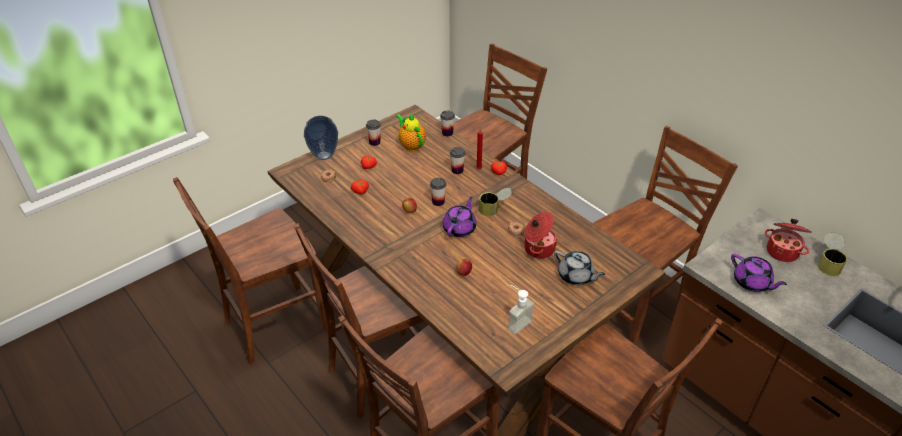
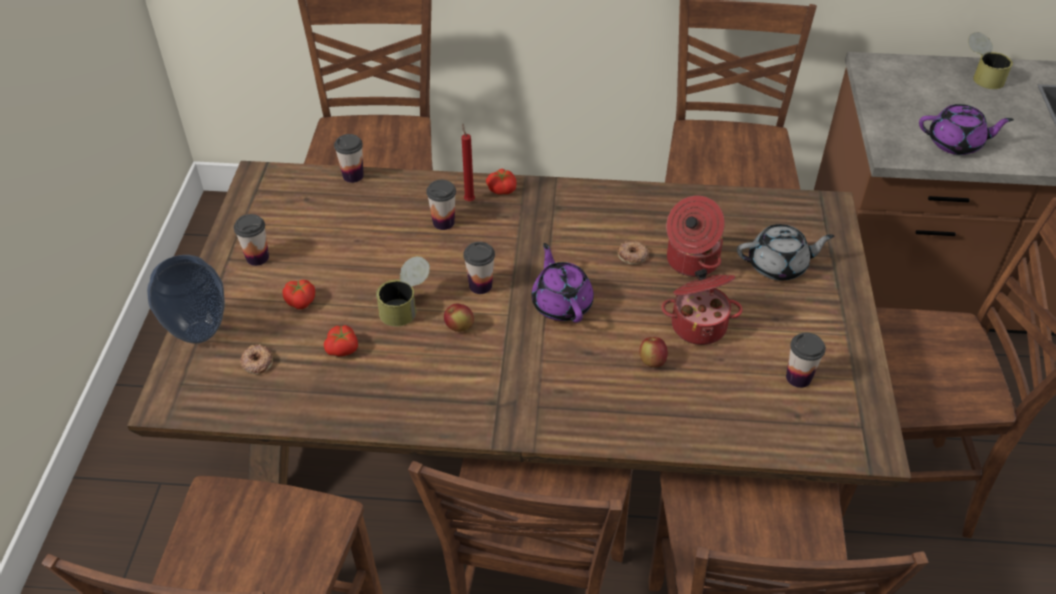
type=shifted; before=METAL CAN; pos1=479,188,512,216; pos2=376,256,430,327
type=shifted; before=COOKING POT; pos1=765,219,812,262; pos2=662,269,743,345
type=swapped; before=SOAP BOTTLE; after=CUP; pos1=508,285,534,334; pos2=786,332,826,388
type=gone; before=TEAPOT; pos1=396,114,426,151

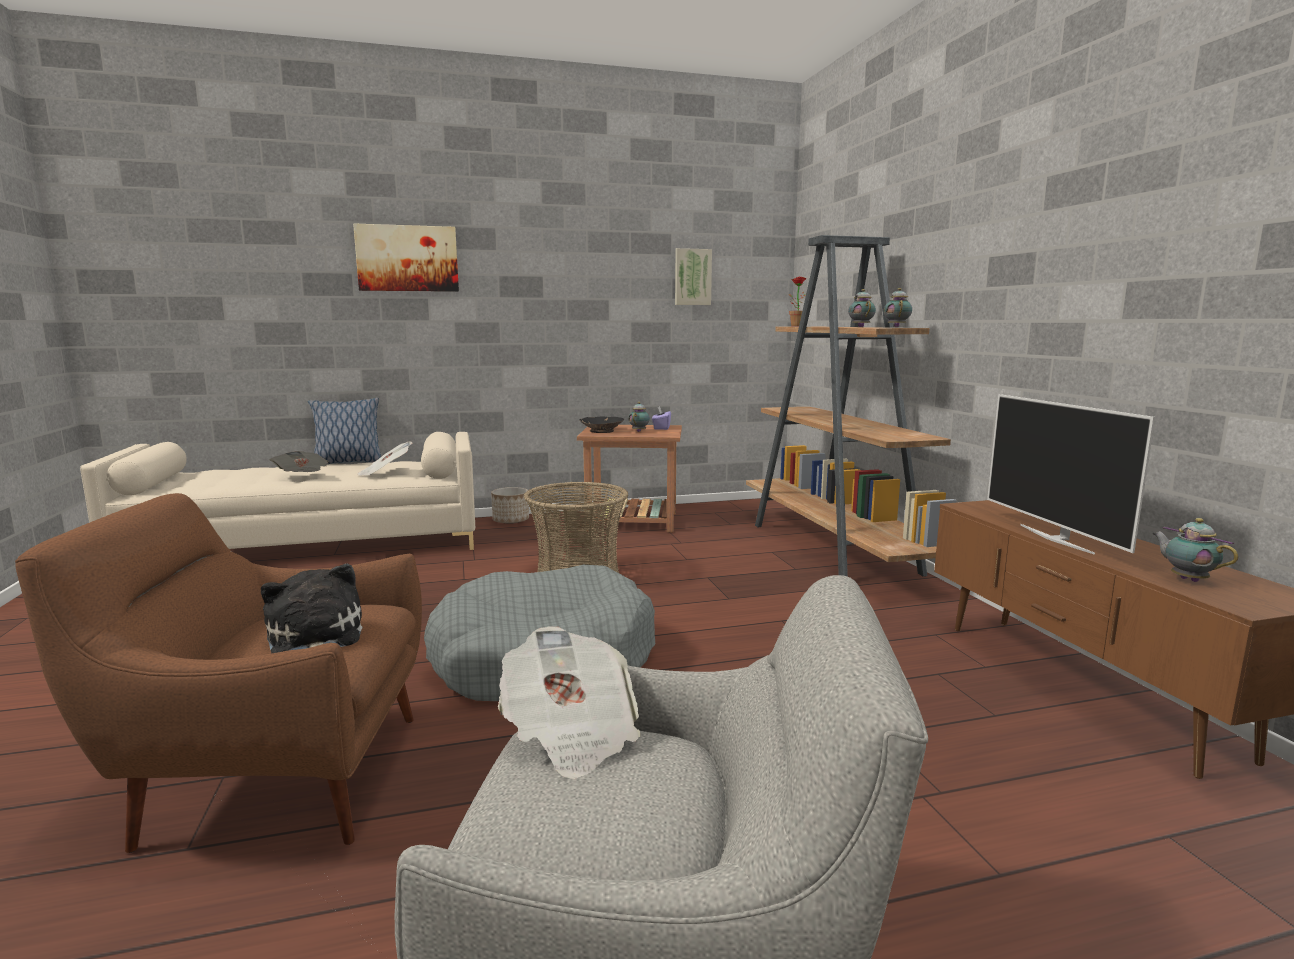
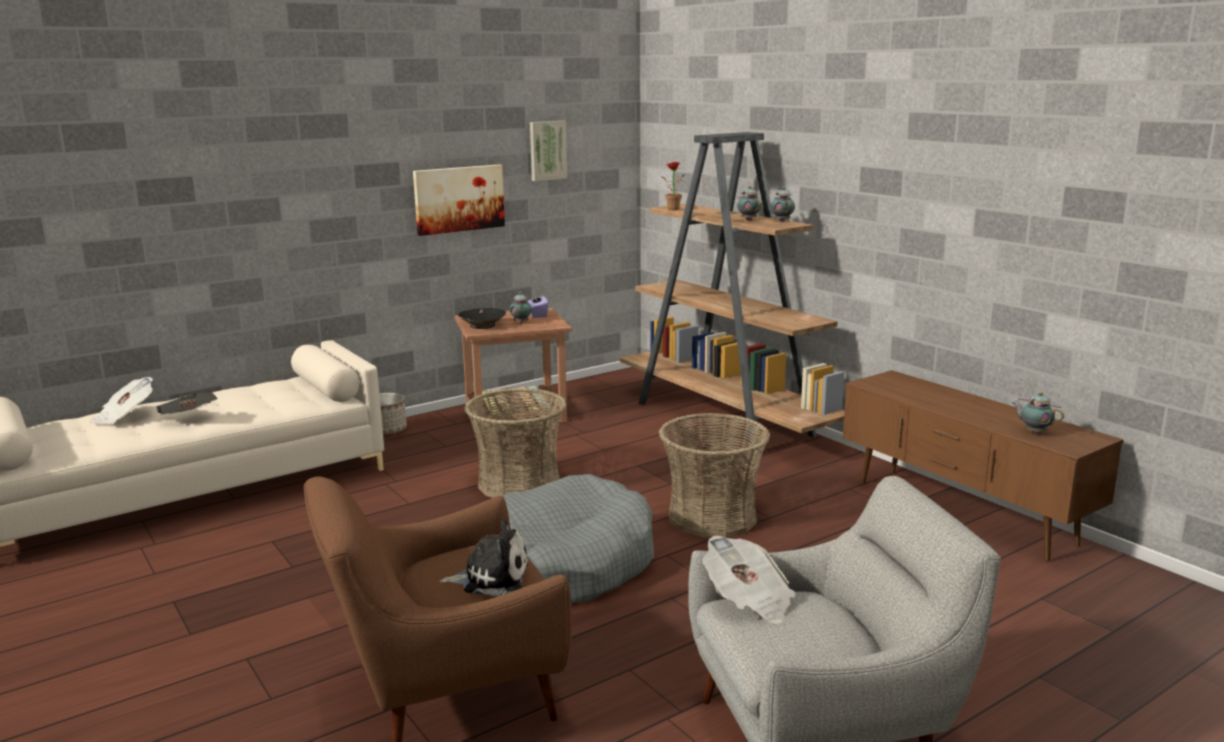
type=shifted; before=PRINTED PAPER; pos1=357,441,413,476; pos2=90,377,153,425
type=shifted; before=PICTURE; pos1=353,223,459,292; pos2=413,164,505,236
type=rotated; before=PLUSH TOY; pos1=261,564,362,654; pos2=440,520,528,596; turn=135
type=new; after=STORAGE BASKET; pos2=659,413,770,538
type=gone; before=CUSHION; pos1=308,398,381,465
type=gone; before=TV; pos1=987,394,1155,555

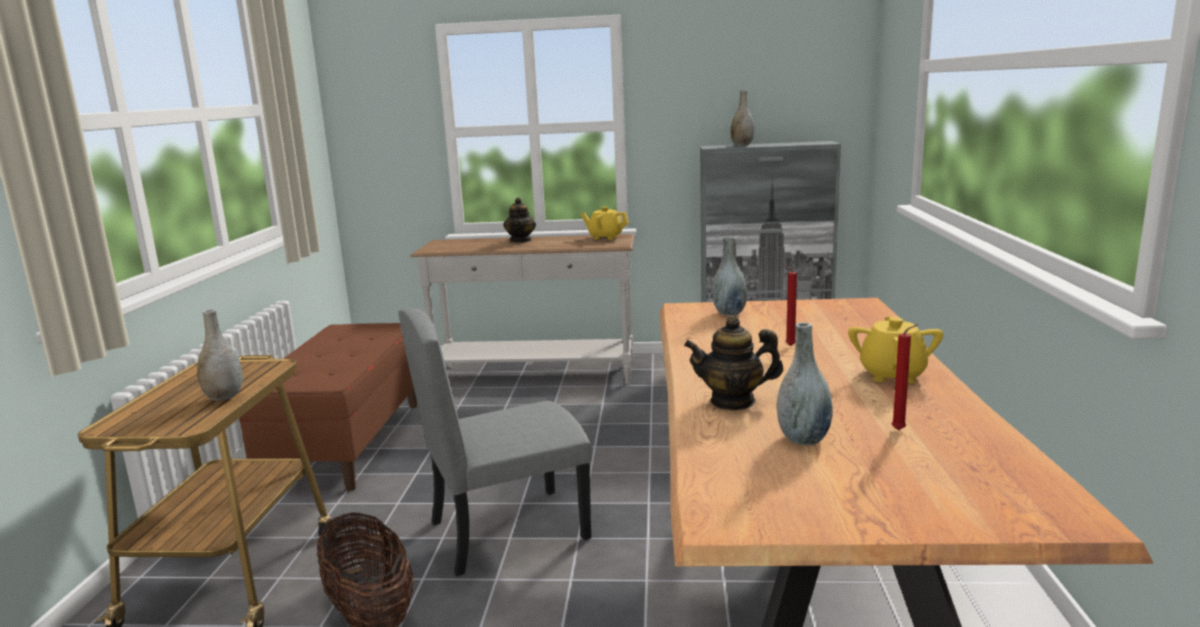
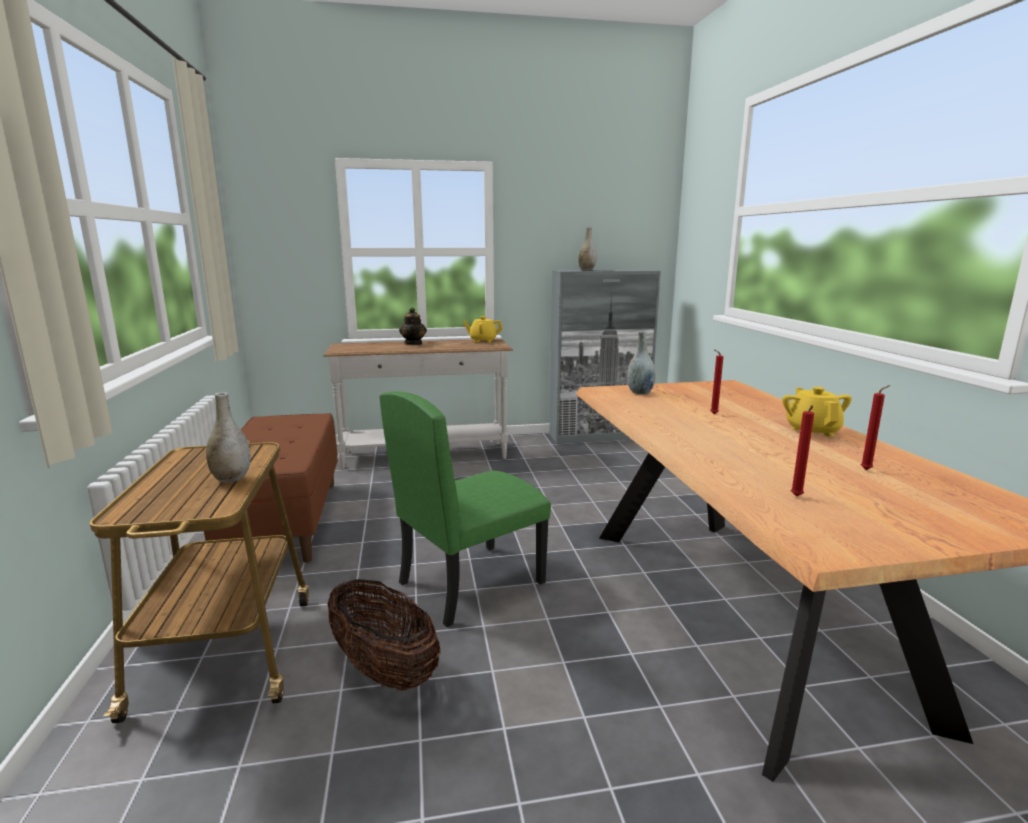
type=repainted; before=GREY PLAIN CHAIR; after=GREEN-COLOURED PLAIN CHAIR; pos1=398,308,592,576; pos2=379,391,551,627
type=new; after=RED-COLOURED CANDLE; pos2=791,405,814,497
type=gone; before=TEAPOT; pos1=684,316,783,410
type=gone; before=GREY FLOWER VASE; pos1=777,322,833,446

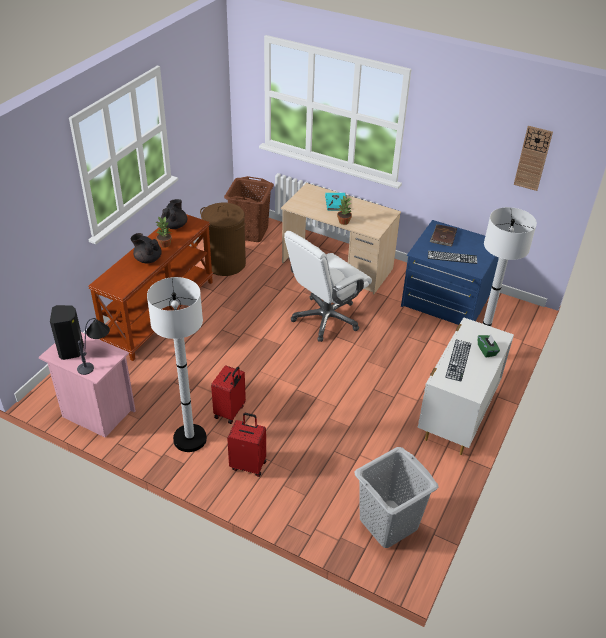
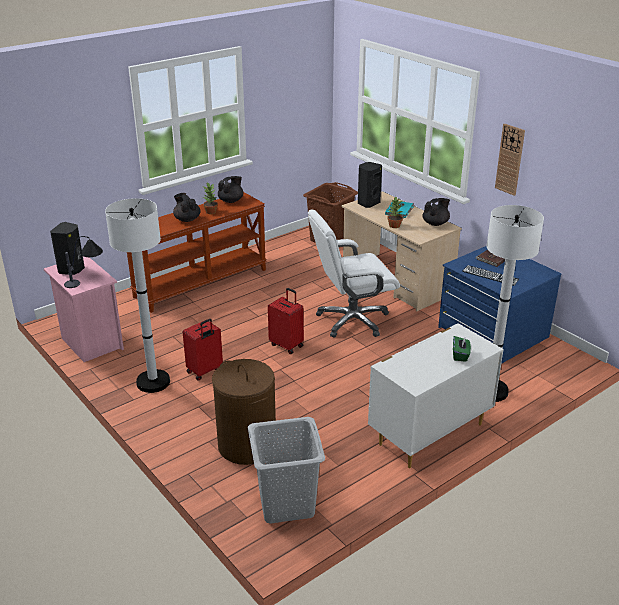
type=shifted; before=BROWN-COLOURED LAUNDRY BASKET; pos1=200,203,246,276; pos2=212,359,276,465
type=shifted; before=RED-COLOURED TRAVEL CASE; pos1=227,413,266,477; pos2=268,288,304,354
type=new; after=BLACK AUDIO SPEAKER; pos2=358,162,382,208
type=new; after=BLACK TEAPOT; pos2=422,198,450,226
type=shifted; before=CLOCK ON THE WALL; pos1=514,126,553,191; pos2=495,124,525,196
type=gone; before=KEYBOARD; pos1=445,340,471,381

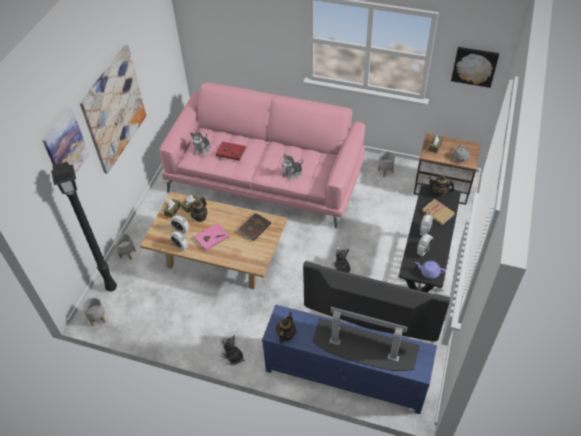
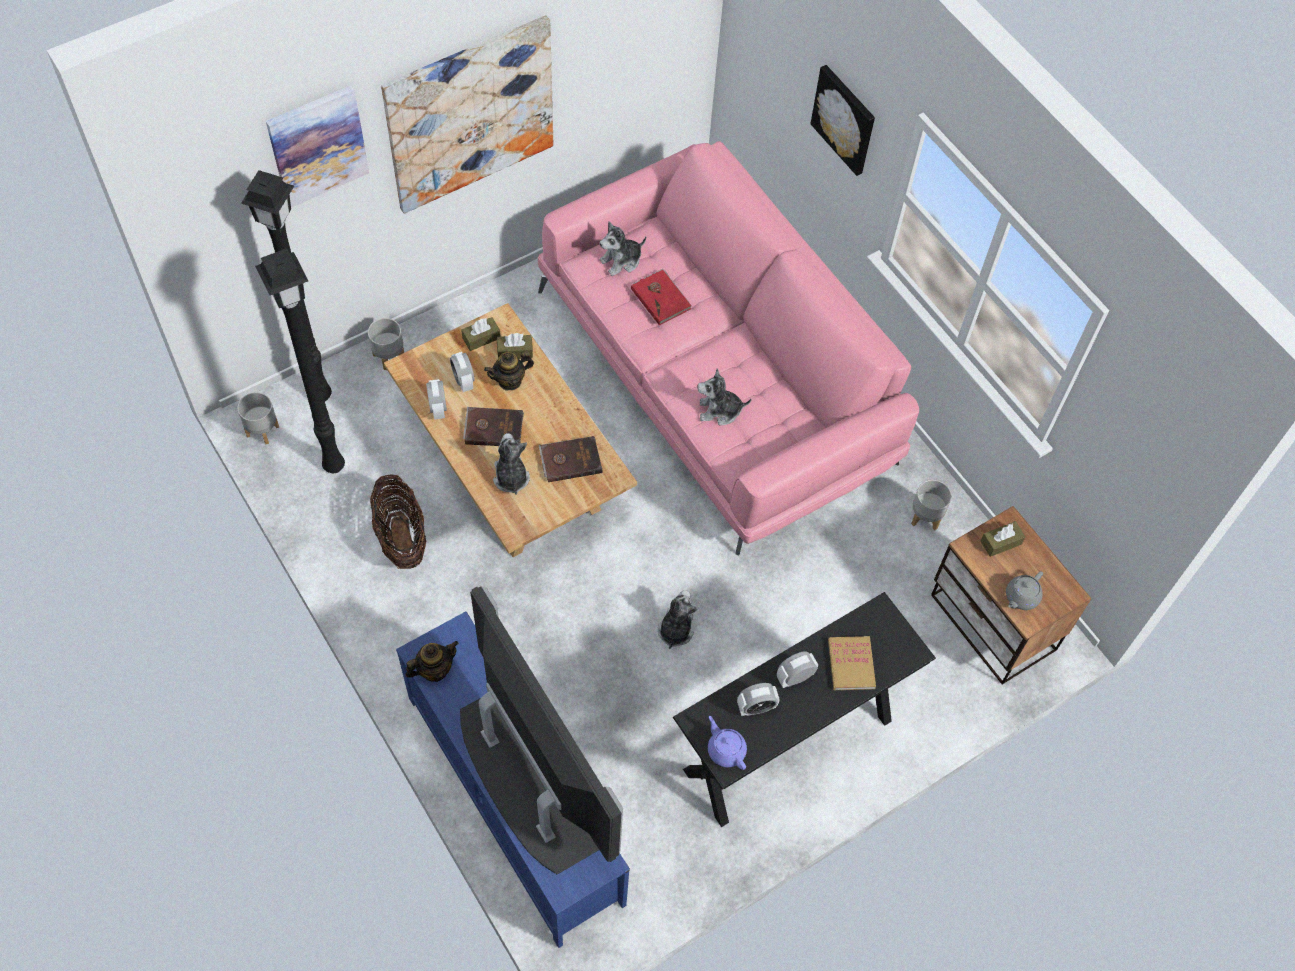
type=new; after=BLACK STANDARD LAMP; pos2=255,248,345,473
type=new; after=STORAGE BASKET; pos2=370,474,426,569
type=repainted; before=PINK-COLOURED BOUND BOOK; after=BROWN-COLOURED BOUND BOOK; pos1=194,223,229,251; pos2=463,407,524,446
type=shifted; before=PLUSH TOY; pos1=220,335,245,366; pos2=493,433,530,495
type=shifted; before=PICTURE; pos1=451,47,499,88; pos2=811,65,875,176
type=gone; before=TEAPOT; pos1=429,175,455,198

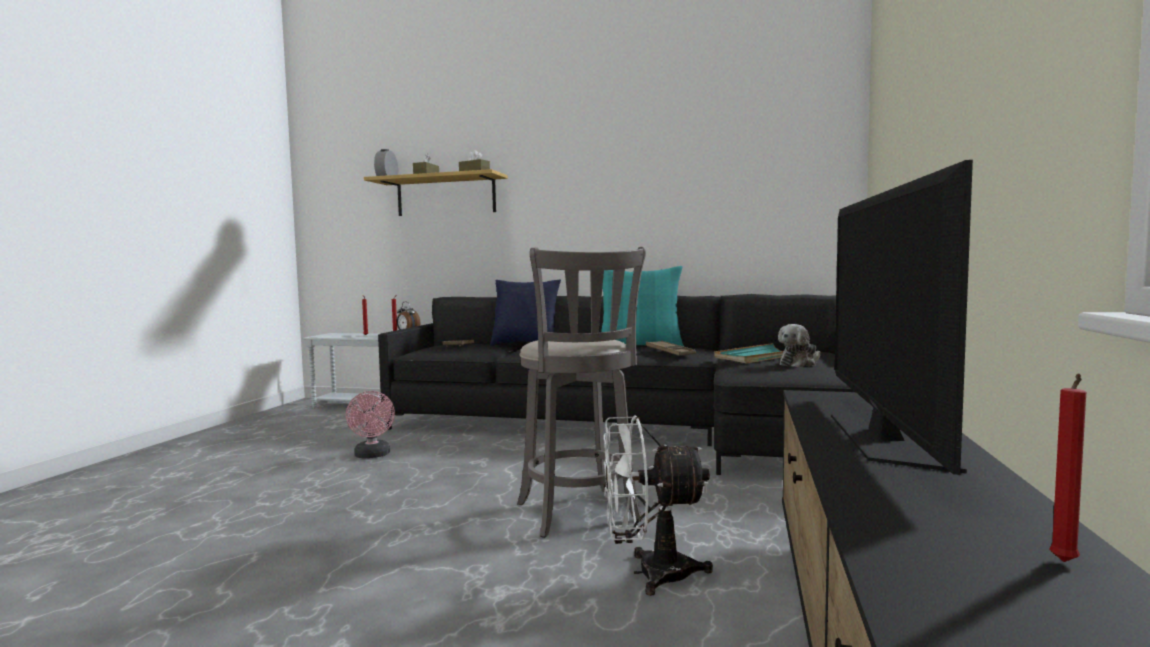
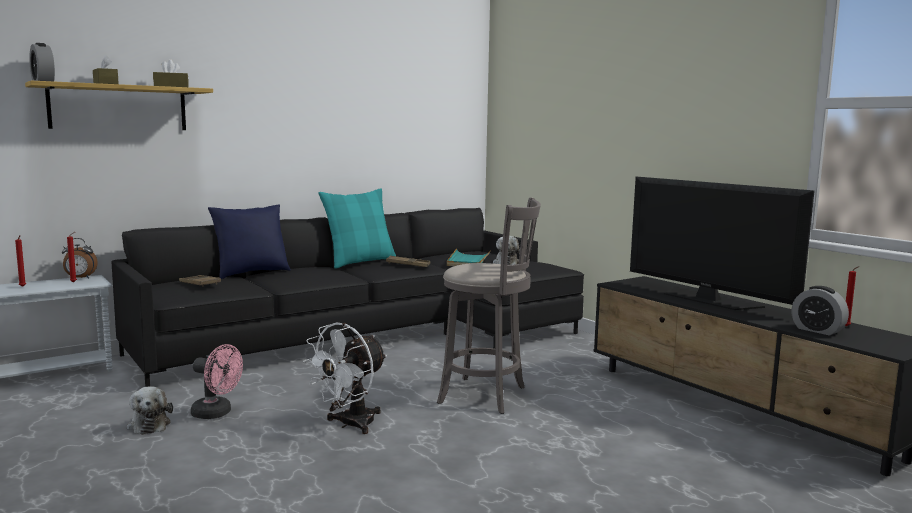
type=new; after=PLUSH TOY; pos2=127,386,173,435
type=shifted; before=WHITE ELECTRIC FAN; pos1=603,415,713,596; pos2=303,323,387,434
type=new; after=ALARM CLOCK; pos2=791,286,849,335

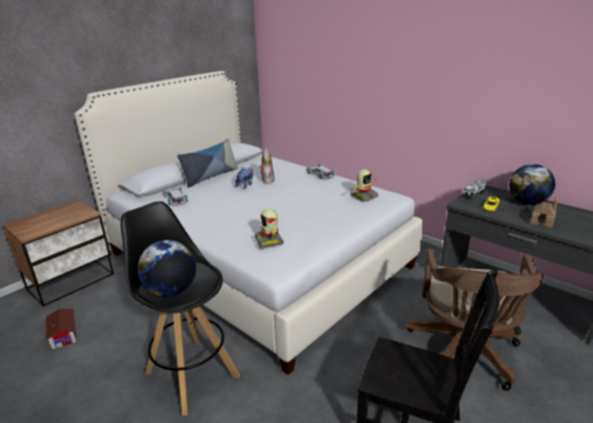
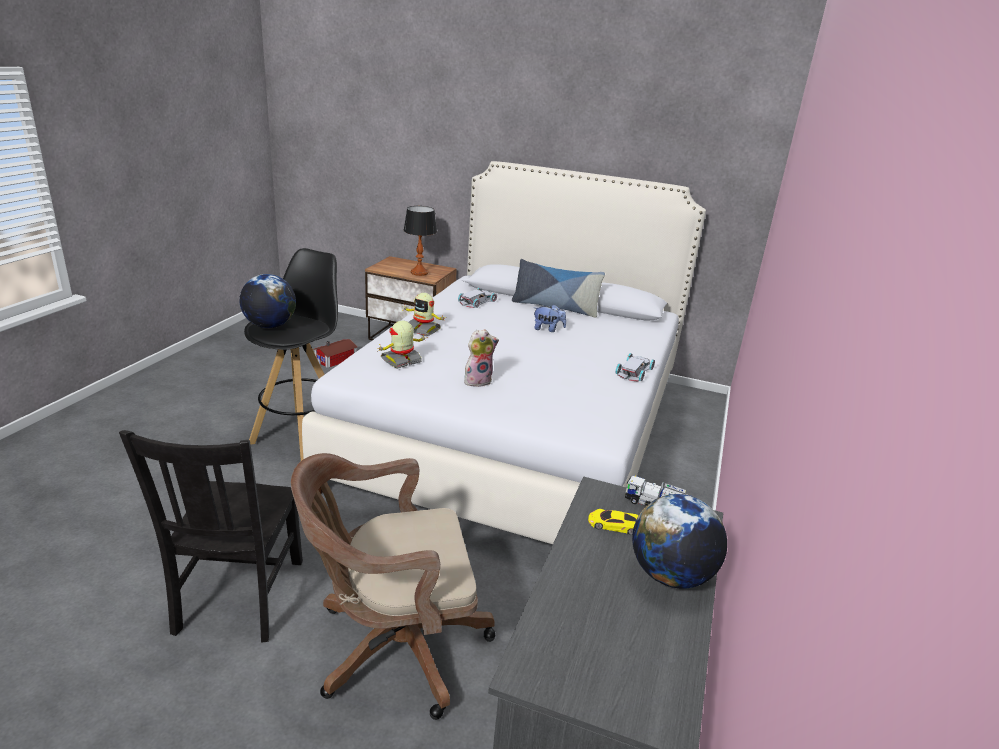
type=shifted; before=MODEL ROBOT; pos1=350,169,379,202; pos2=402,293,446,336
type=new; after=TABLETOP LAMP; pos2=403,206,437,276
type=shifted; before=PLUSH TOY; pos1=259,149,275,184; pos2=464,329,499,387
type=gone; before=MODEL HOUSE; pos1=530,196,559,228

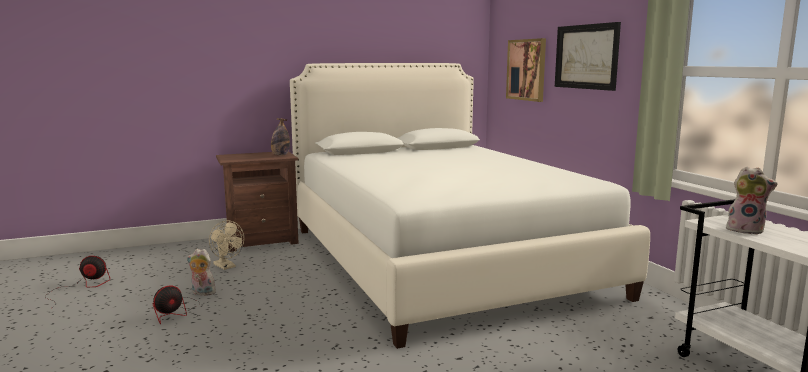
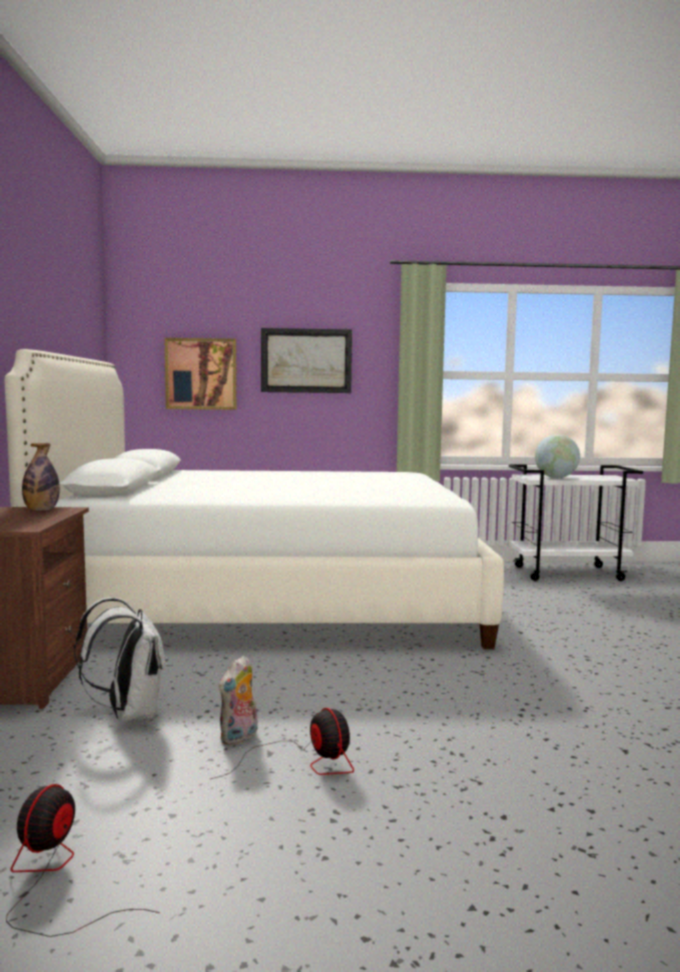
type=swapped; before=BEIGE ELECTRIC FAN; after=WHITE RUCKSACK; pos1=209,220,244,270; pos2=74,597,165,722
type=swapped; before=PLUSH TOY; after=GLOBE; pos1=726,167,778,235; pos2=535,435,580,478

